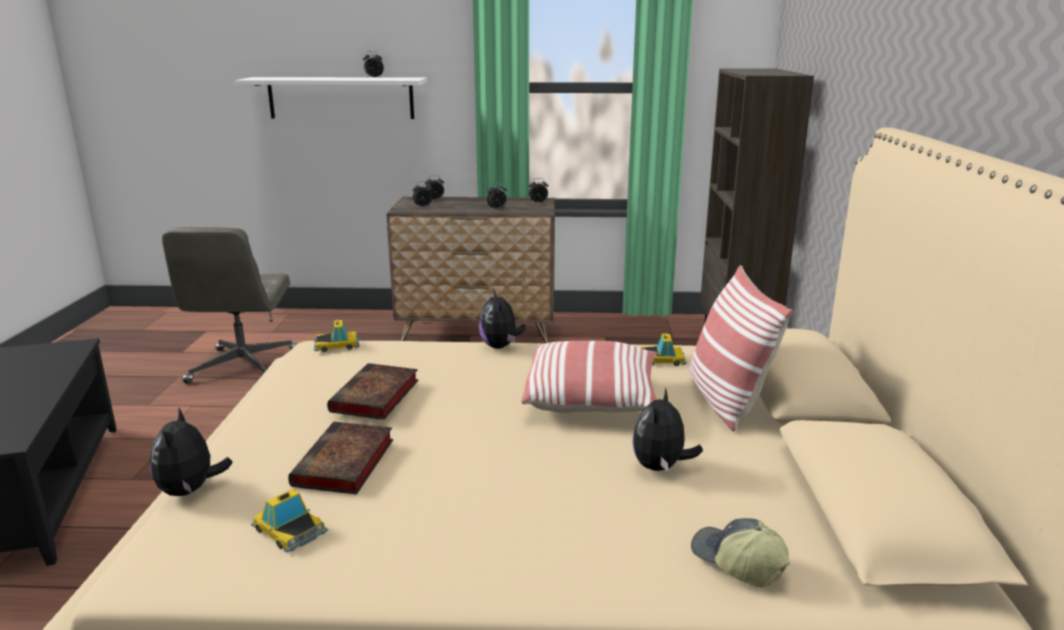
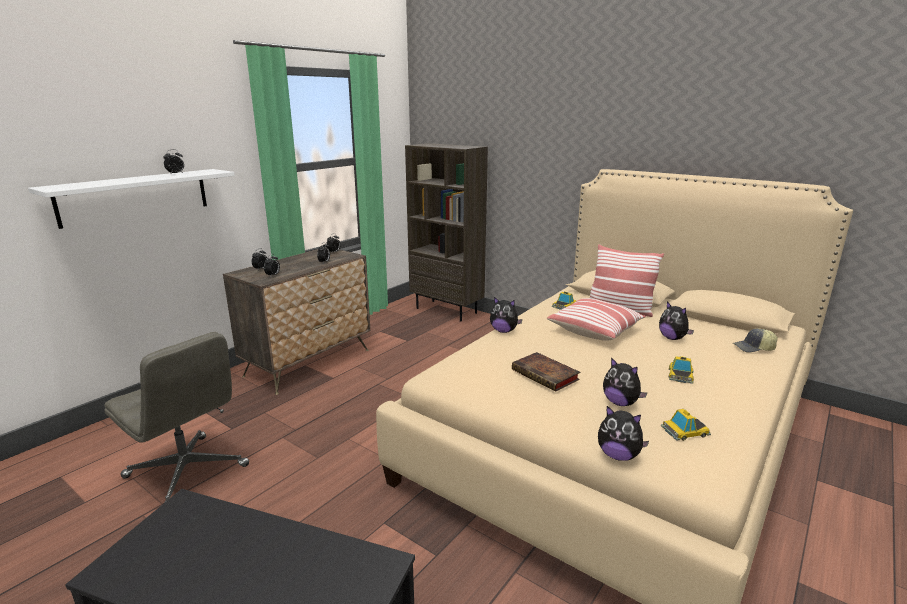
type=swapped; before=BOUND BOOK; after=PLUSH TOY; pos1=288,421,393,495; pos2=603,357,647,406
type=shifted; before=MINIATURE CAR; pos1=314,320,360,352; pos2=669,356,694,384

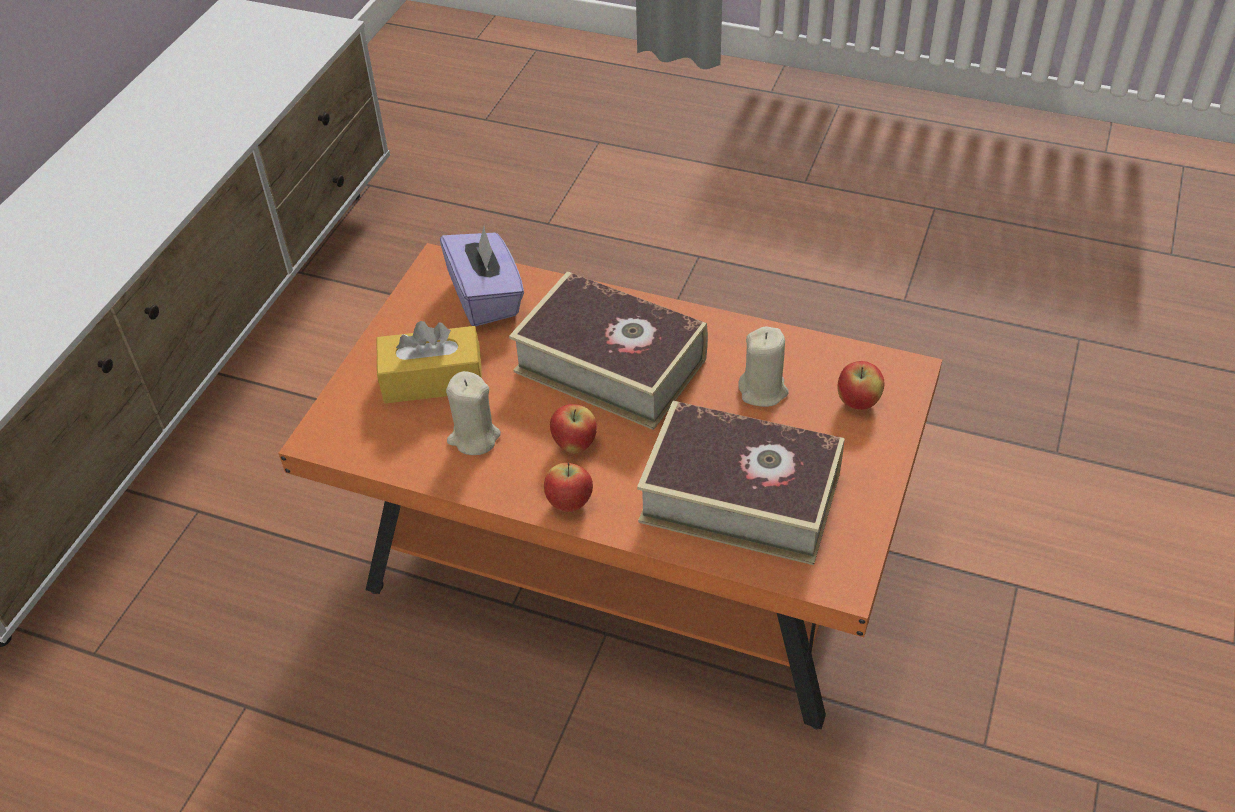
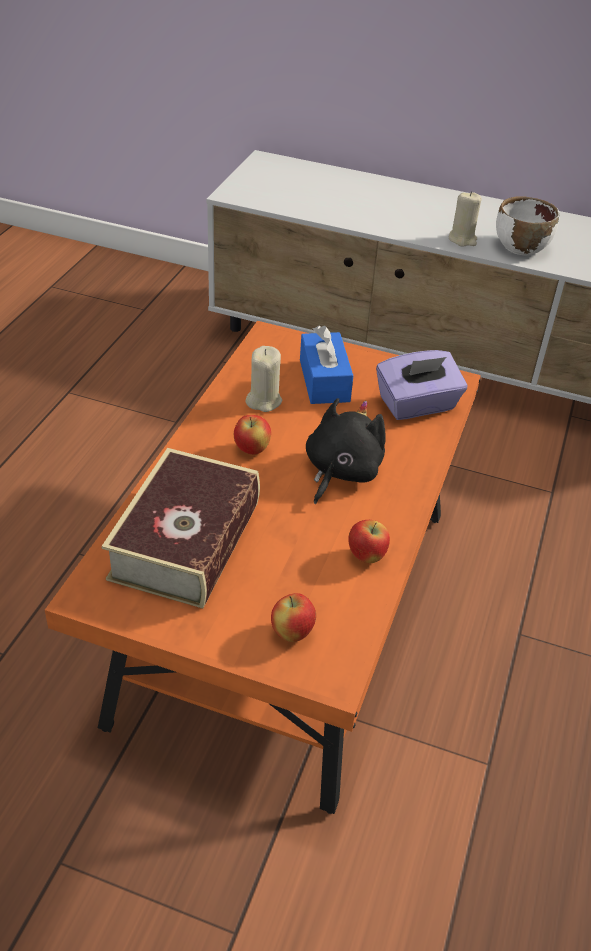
type=repainted; before=YELLOW TISSUE BOX; after=BLUISH TISSUE BOX; pos1=376,321,482,404; pos2=300,326,353,404
type=swapped; before=BOUND BOOK; after=BLACK PLUSH TOY; pos1=509,271,708,430; pos2=306,398,386,504
type=shifted; before=APPLE; pos1=544,462,593,513; pos2=348,520,390,563
type=shifted; before=BEIGE CANDLE; pos1=738,326,789,407; pos2=449,191,482,247
type=new; after=WHITE BOWL; pos2=496,197,560,255

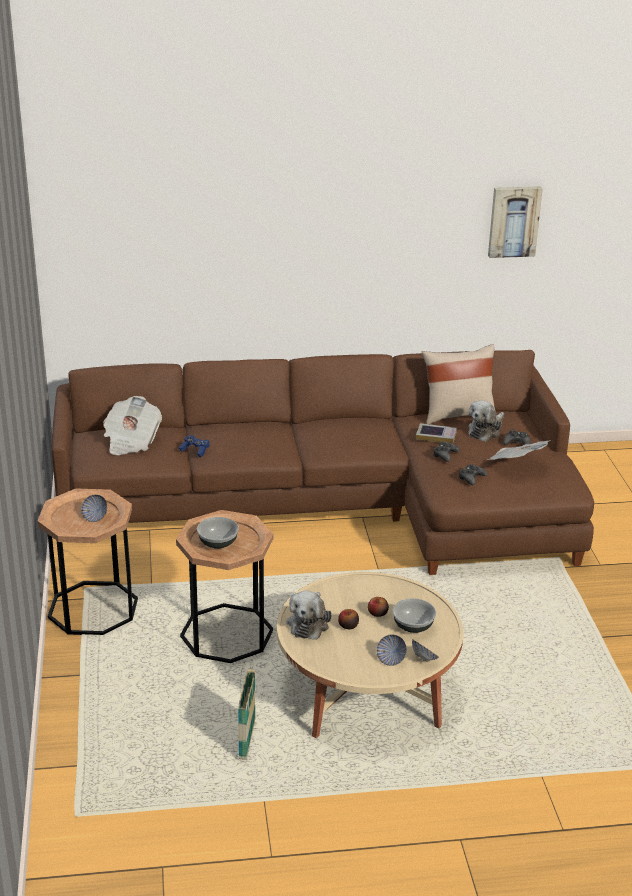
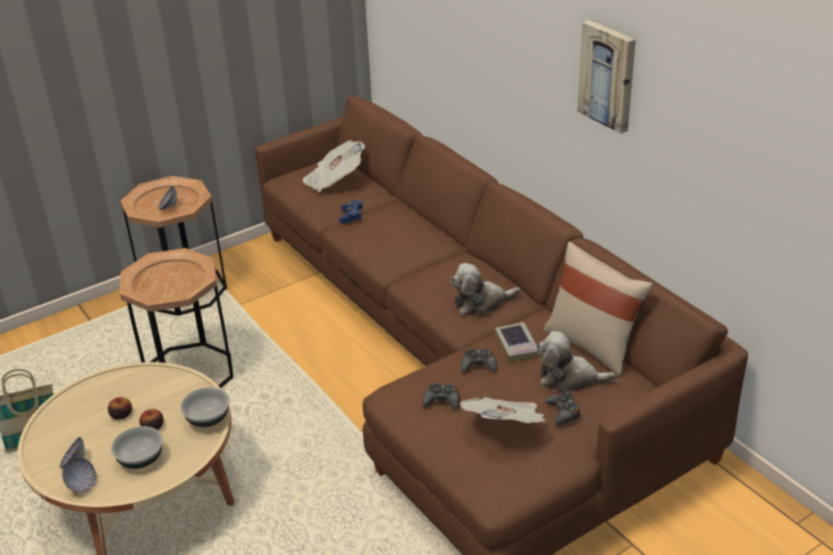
type=shifted; before=BOWL; pos1=197,517,239,549; pos2=180,387,230,427
type=shifted; before=PLUSH TOY; pos1=287,591,332,640; pos2=451,263,521,316
type=shifted; before=PICTURE; pos1=488,187,543,258; pos2=577,20,636,134

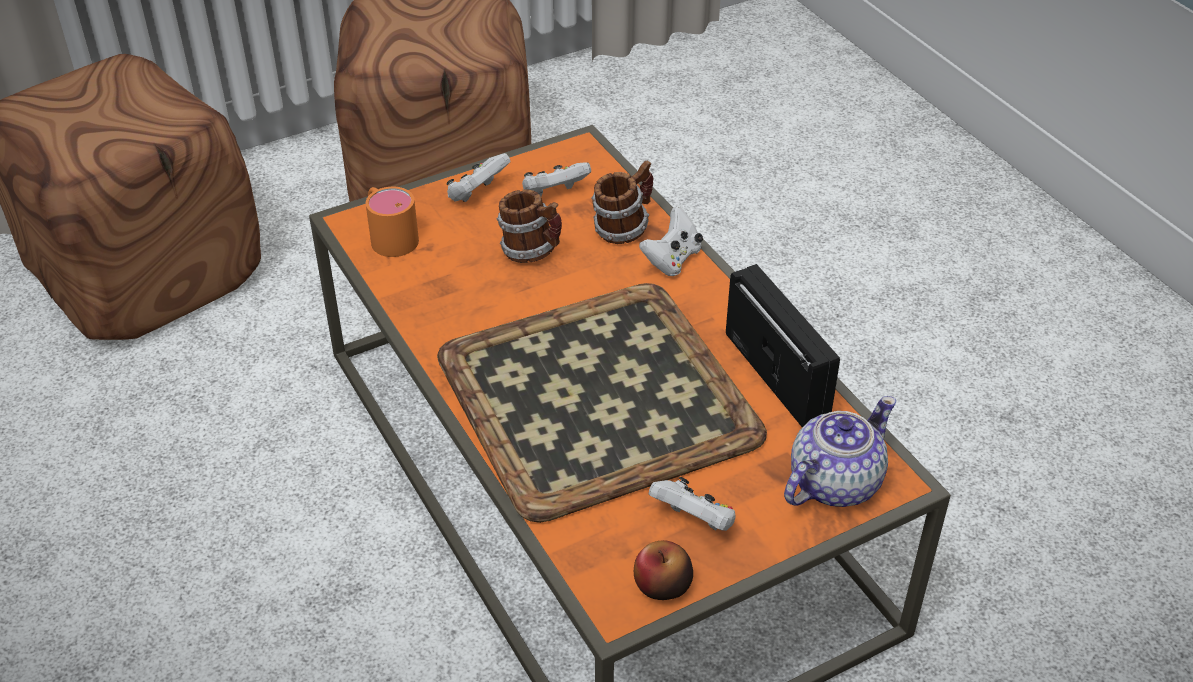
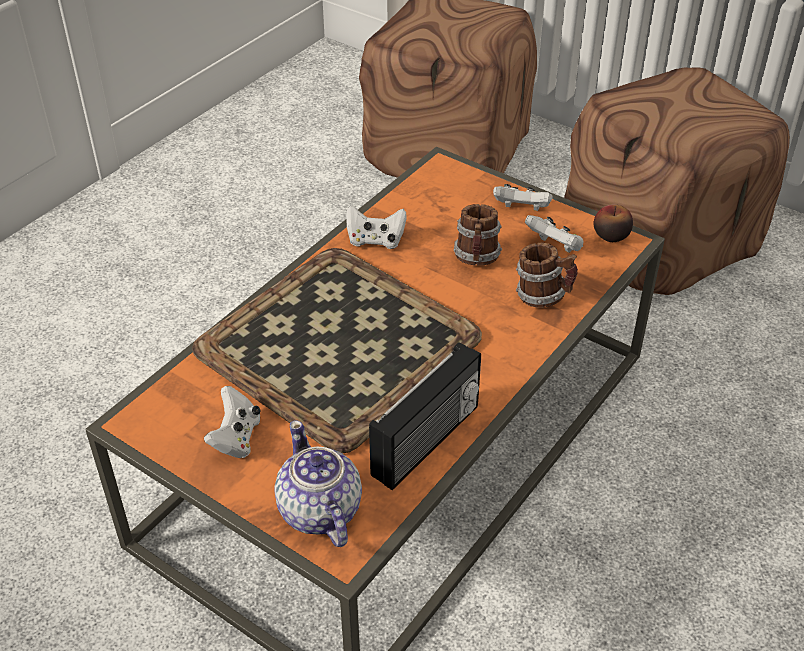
type=rotated; before=TEAPOT; pos1=784,396,896,507; pos2=274,420,362,547; turn=-135
type=shifted; before=WHITE GAMEPAD; pos1=639,206,703,276; pos2=346,205,407,249
type=shifted; before=APPLE; pos1=634,540,693,600; pos2=594,205,633,242
type=gone; before=ORANGE MUG; pos1=366,187,419,257

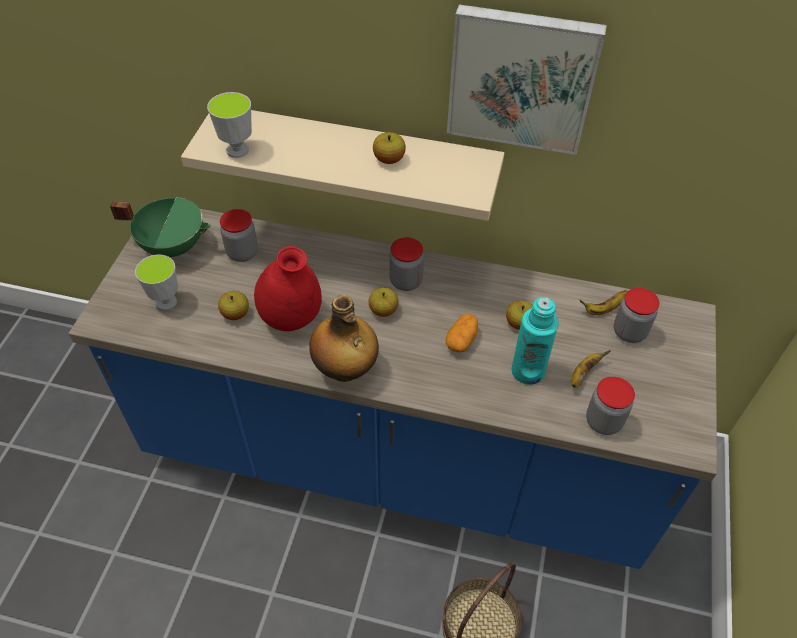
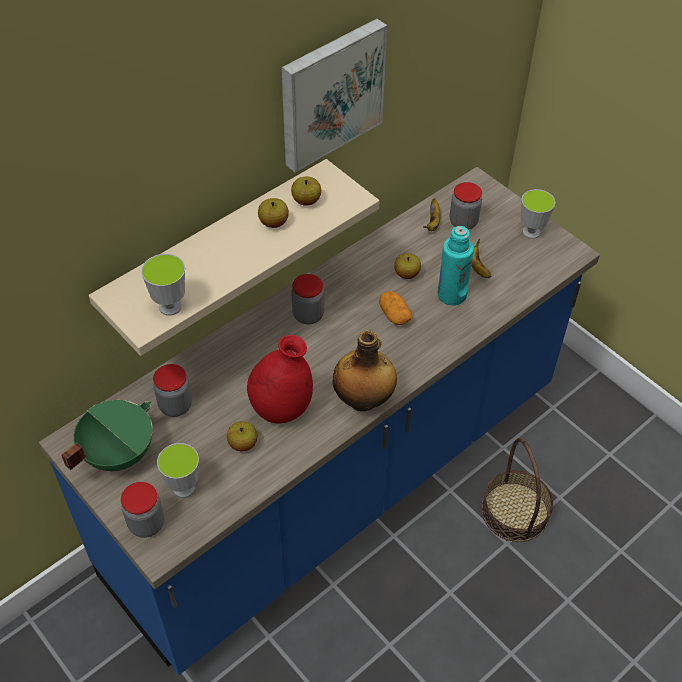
type=shifted; before=JAR; pos1=586,377,635,435; pos2=121,482,164,538
type=shifted; before=APPLE; pos1=368,287,398,317; pos2=291,177,321,206
type=new; after=CUP; pos2=521,189,555,239

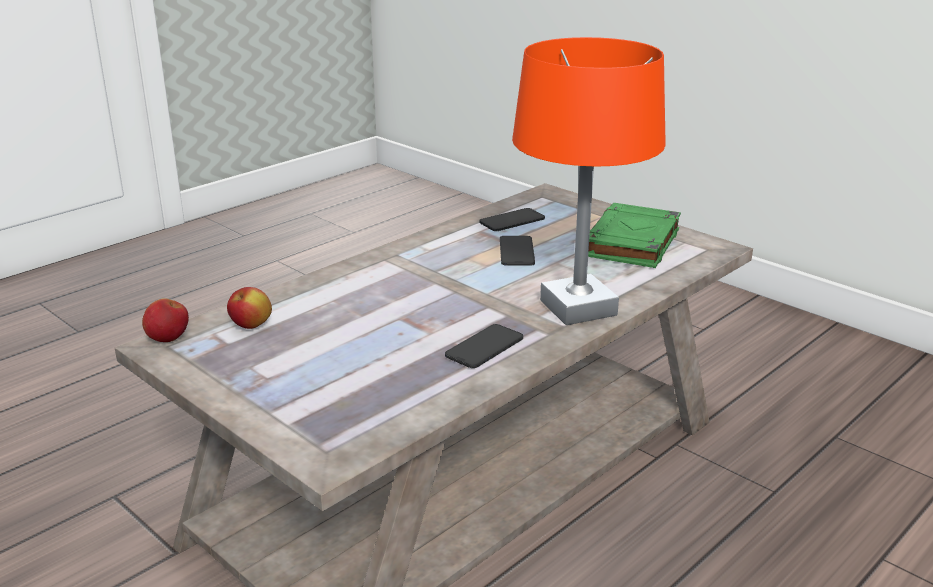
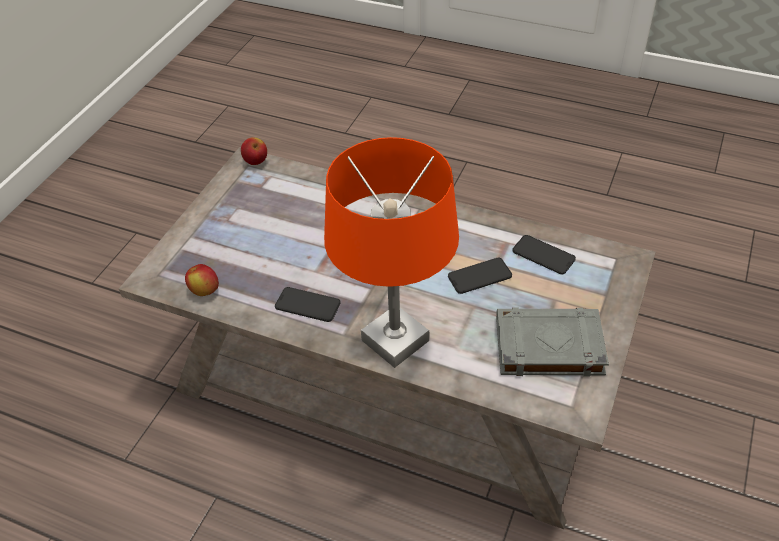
type=shifted; before=APPLE; pos1=227,287,272,329; pos2=185,264,219,296
type=repainted; before=GREEN-COLOURED BOUND BOOK; after=GREY BOUND BOOK; pos1=588,203,681,268; pos2=496,307,609,377

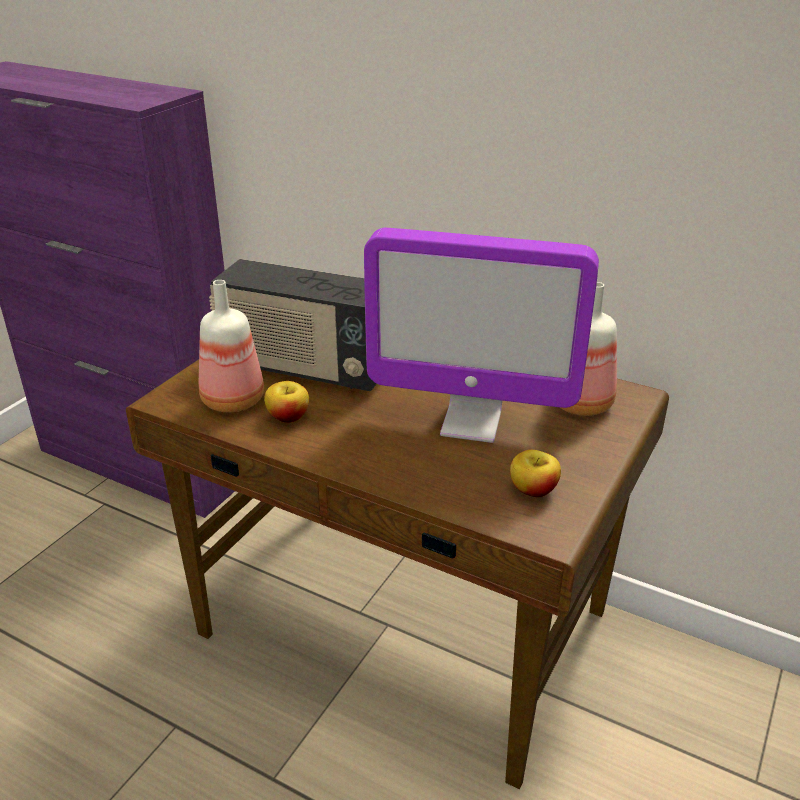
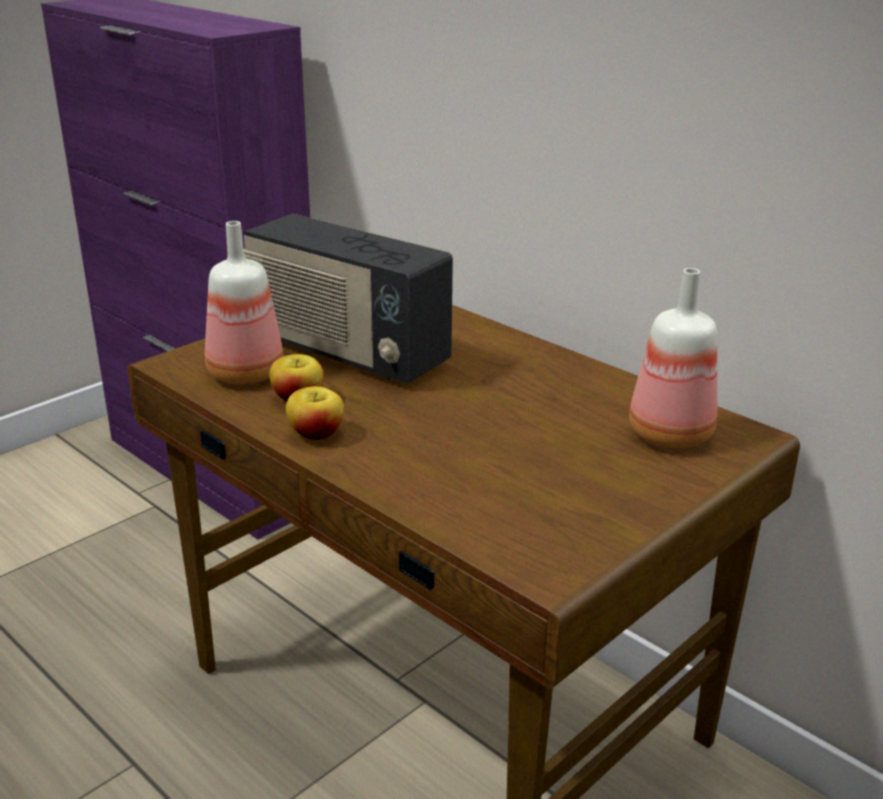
type=shifted; before=APPLE; pos1=510,450,561,497; pos2=286,386,344,440
type=gone; before=MONITOR; pos1=364,228,599,443

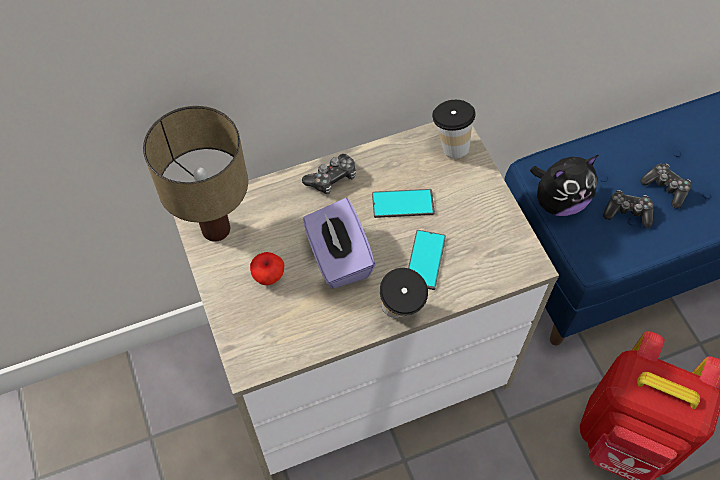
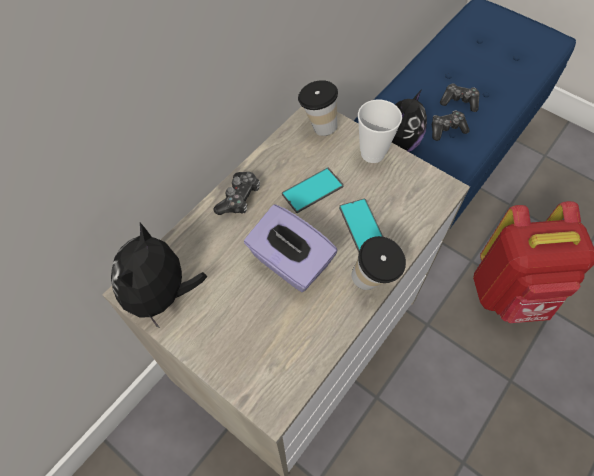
type=swapped; before=TABLETOP LAMP; after=PLUSH TOY; pos1=143,106,248,242; pos2=111,223,207,328
type=new; after=CUP; pos2=358,100,402,163
type=gone; before=APPLE; pos1=250,252,284,285

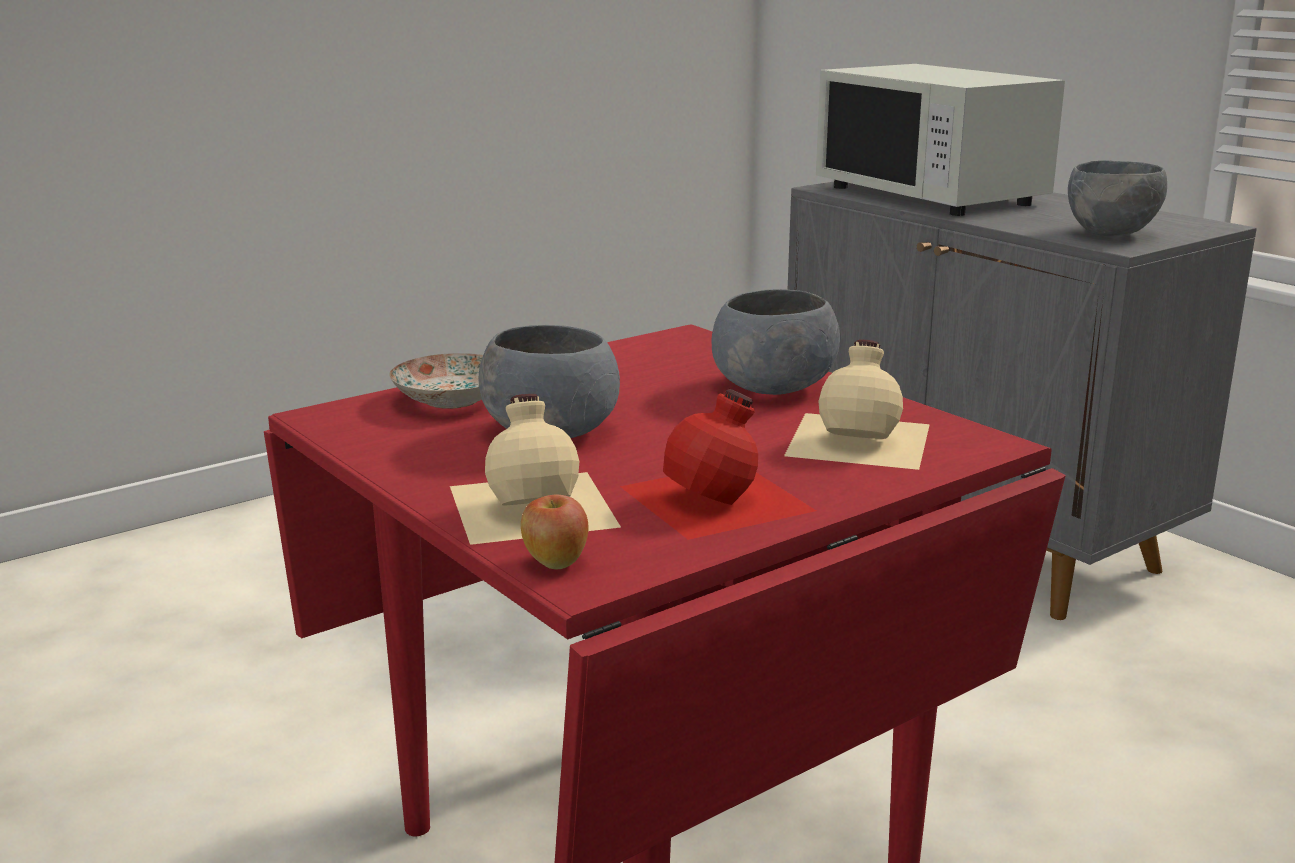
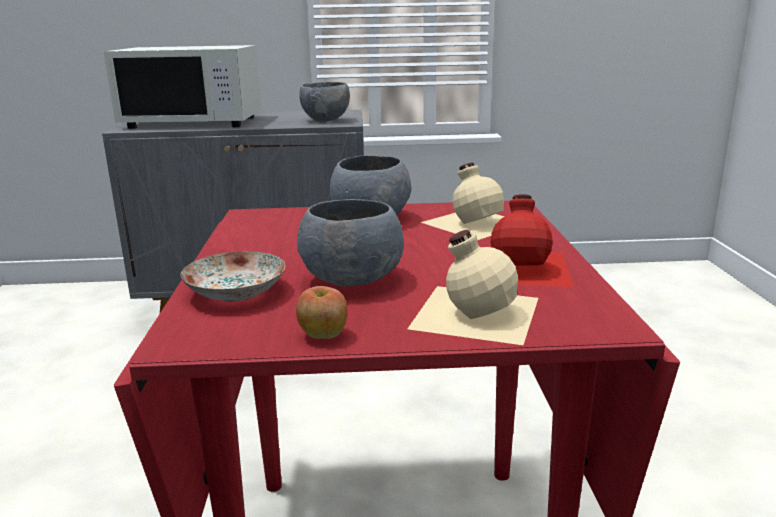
type=shifted; before=APPLE; pos1=521,495,588,569; pos2=296,286,348,339

